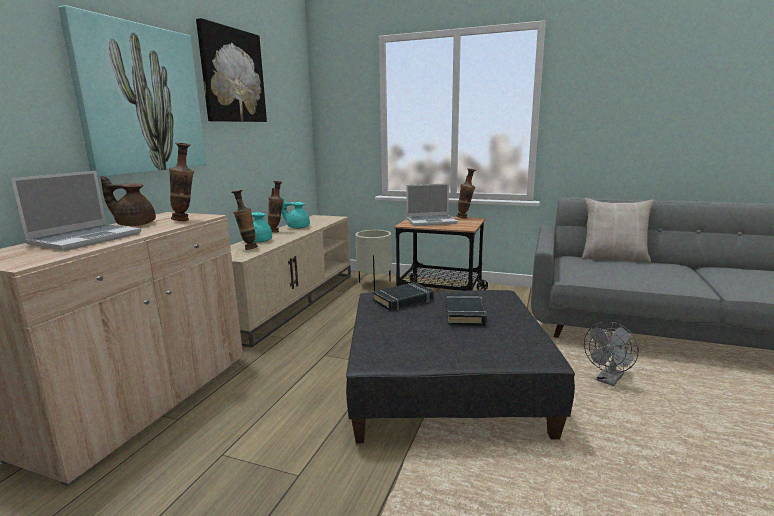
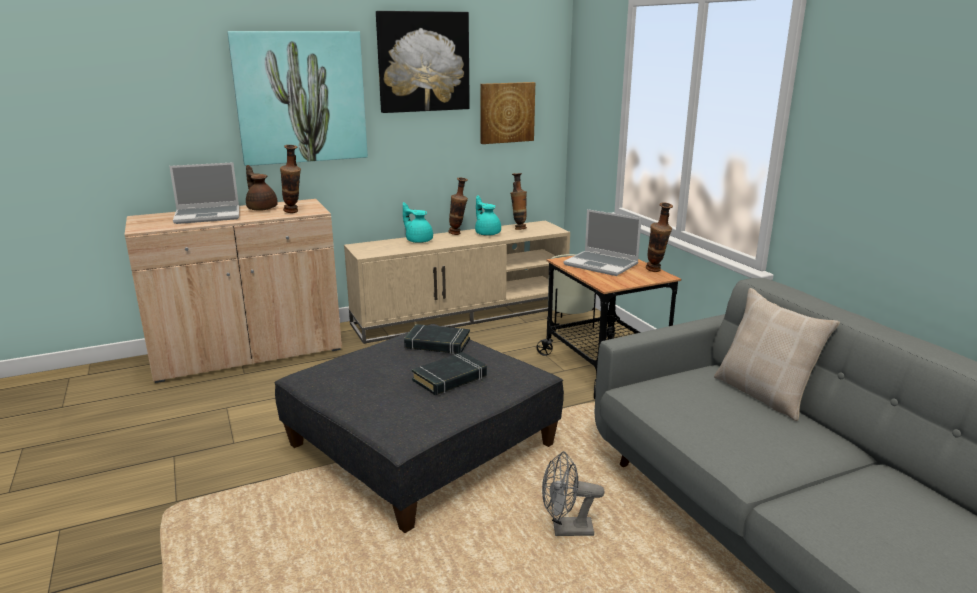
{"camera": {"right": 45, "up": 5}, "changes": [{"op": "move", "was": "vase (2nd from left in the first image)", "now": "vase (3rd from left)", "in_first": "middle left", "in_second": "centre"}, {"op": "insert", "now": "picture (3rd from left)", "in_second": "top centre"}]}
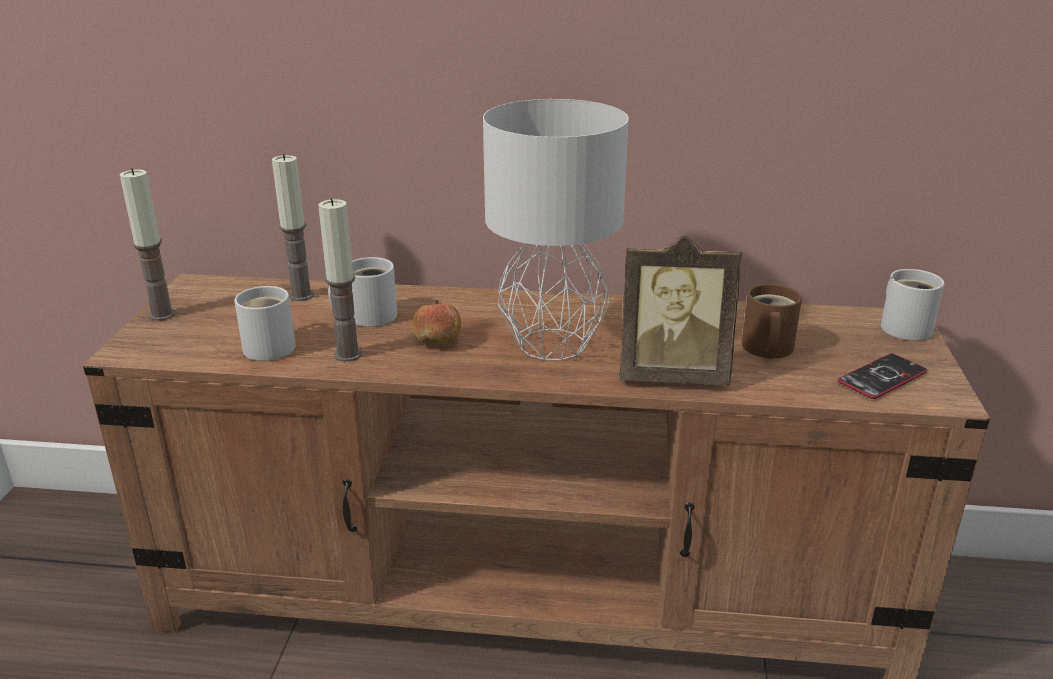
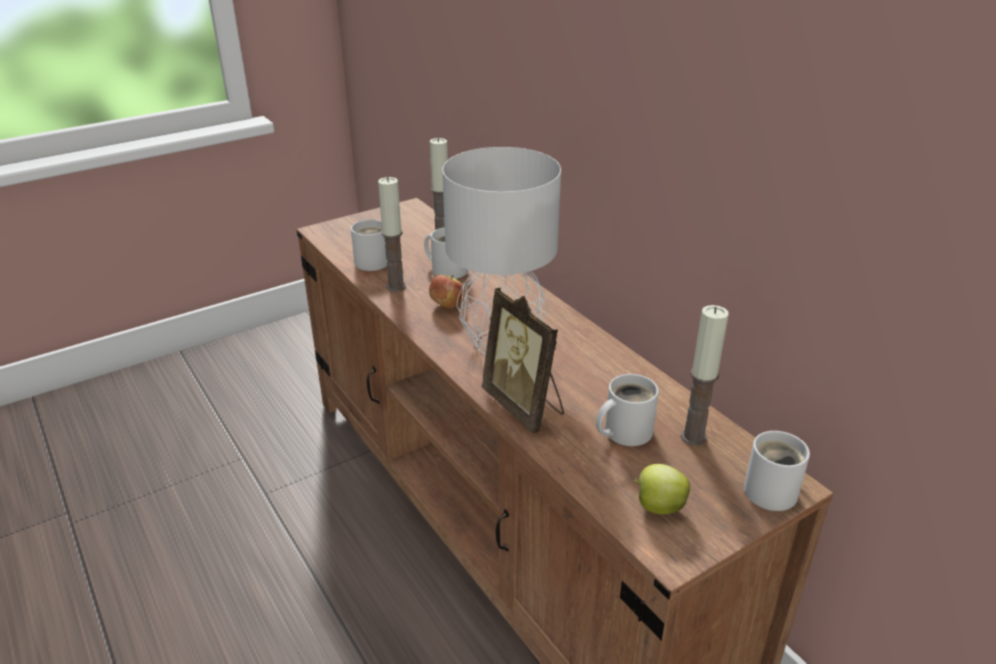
{"camera": {"right": 50, "up": 5}, "changes": [{"op": "move", "was": "candle (1st from left in the first image)", "now": "candle (3rd from left)", "in_first": "middle left", "in_second": "middle right"}, {"op": "recolor", "was": "mug (brown)", "now": "mug (white) (3rd from left)", "in_first": "middle right", "in_second": "centre"}, {"op": "replace", "was": "phone", "now": "apple (2nd from left)", "in_first": "middle right", "in_second": "bottom centre"}]}
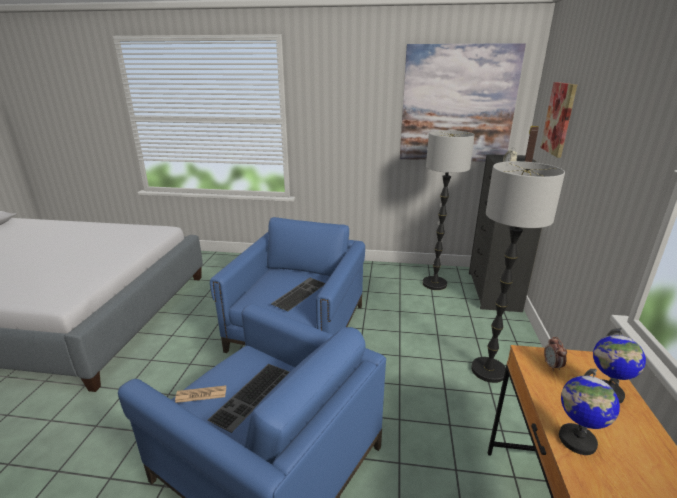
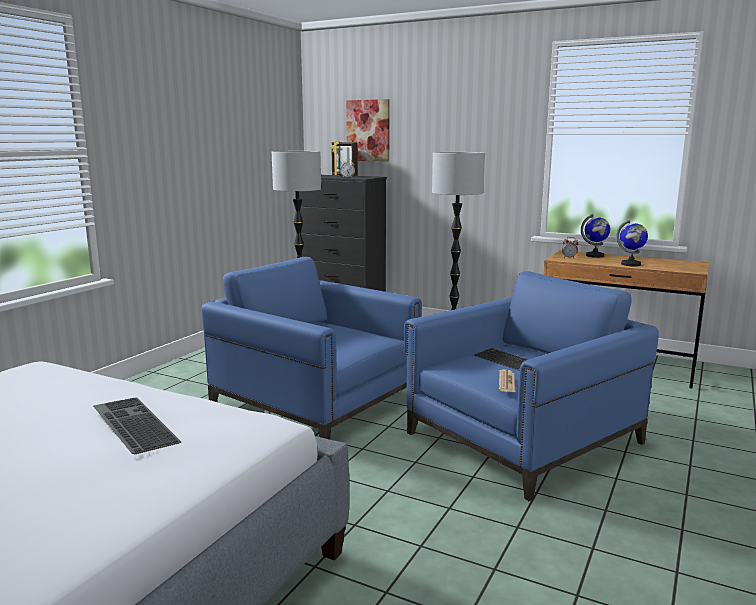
{"camera": {"right": -70, "up": -10}, "changes": [{"op": "move", "was": "keyboard (2nd from left in the first image)", "now": "keyboard (1st from left)", "in_first": "centre", "in_second": "bottom left"}, {"op": "delete", "was": "picture (1st from left)", "in_first": "top right"}]}
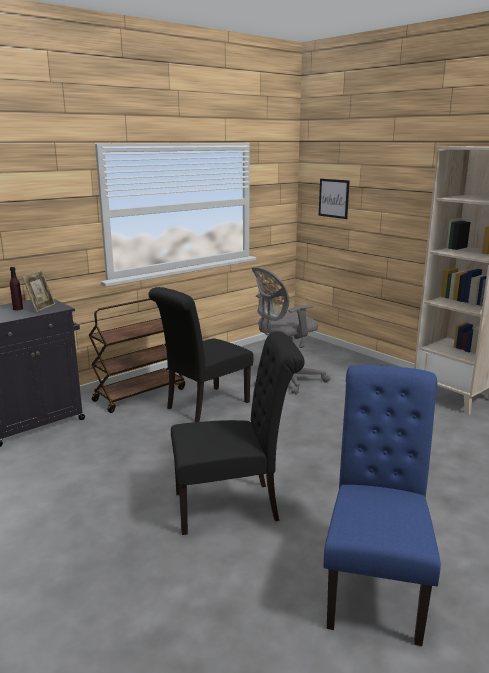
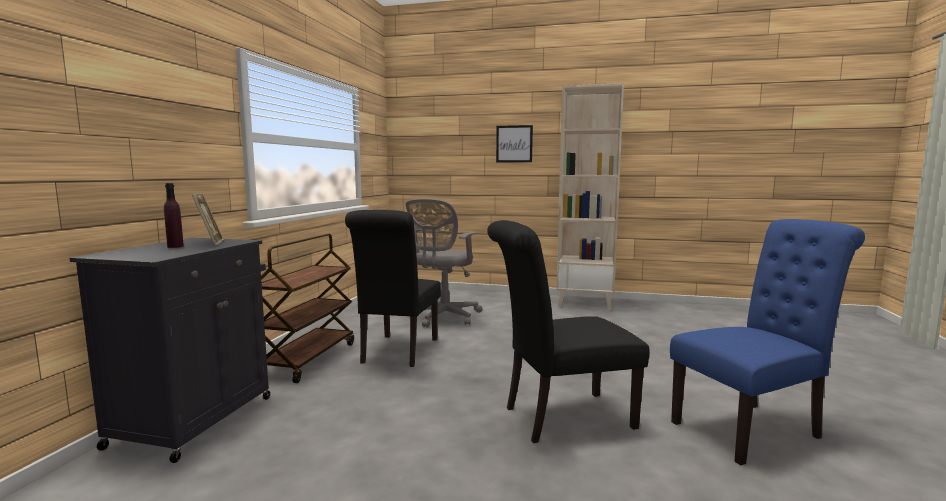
{"camera": {"right": -35, "up": -10}, "changes": [{"op": "rotate", "was": "chair (black) (2nd from left)", "in_first": "centre", "in_second": "centre", "clockwise": -150}, {"op": "move", "was": "picture", "in_first": "top right", "in_second": "top centre"}, {"op": "rotate", "was": "chair (blue)", "in_first": "bottom right", "in_second": "bottom right", "clockwise": 90}]}
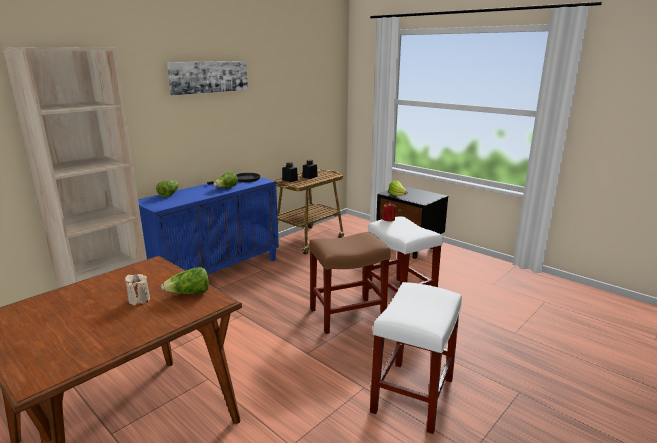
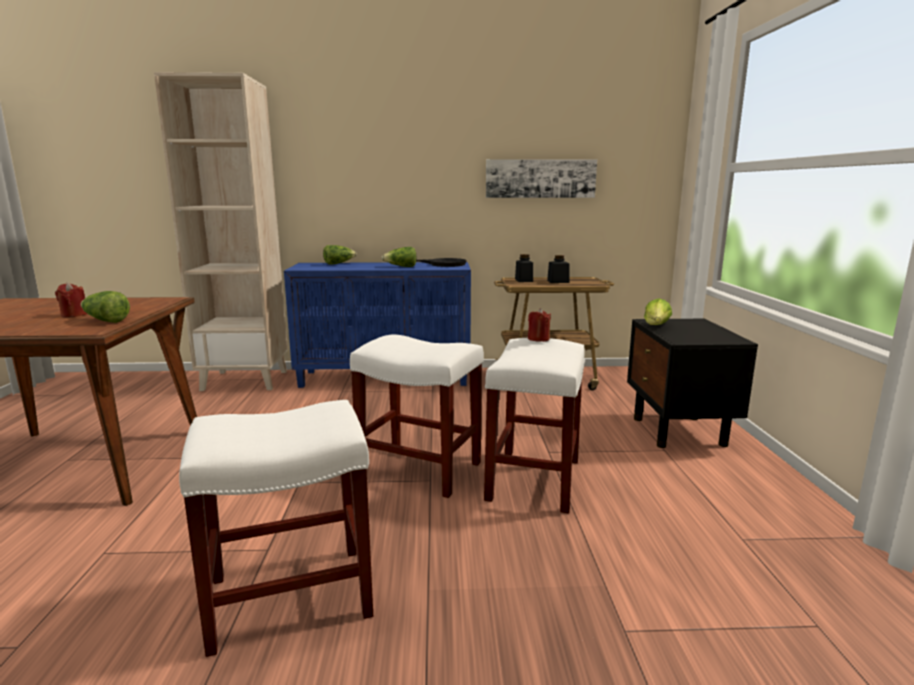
{"camera": {"right": 45, "up": -5}, "changes": [{"op": "recolor", "was": "candle (beige)", "now": "candle (red) (1st from left)", "in_first": "middle left", "in_second": "middle left"}, {"op": "move", "was": "picture", "in_first": "top left", "in_second": "top centre"}, {"op": "recolor", "was": "stool (brown)", "now": "stool (white) (2nd from left)", "in_first": "centre", "in_second": "centre"}]}
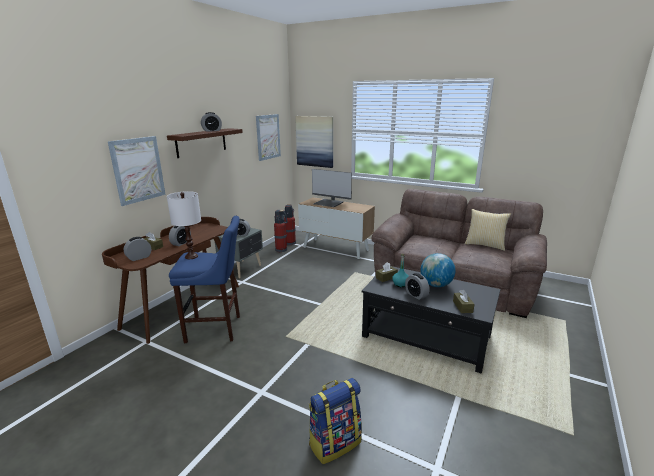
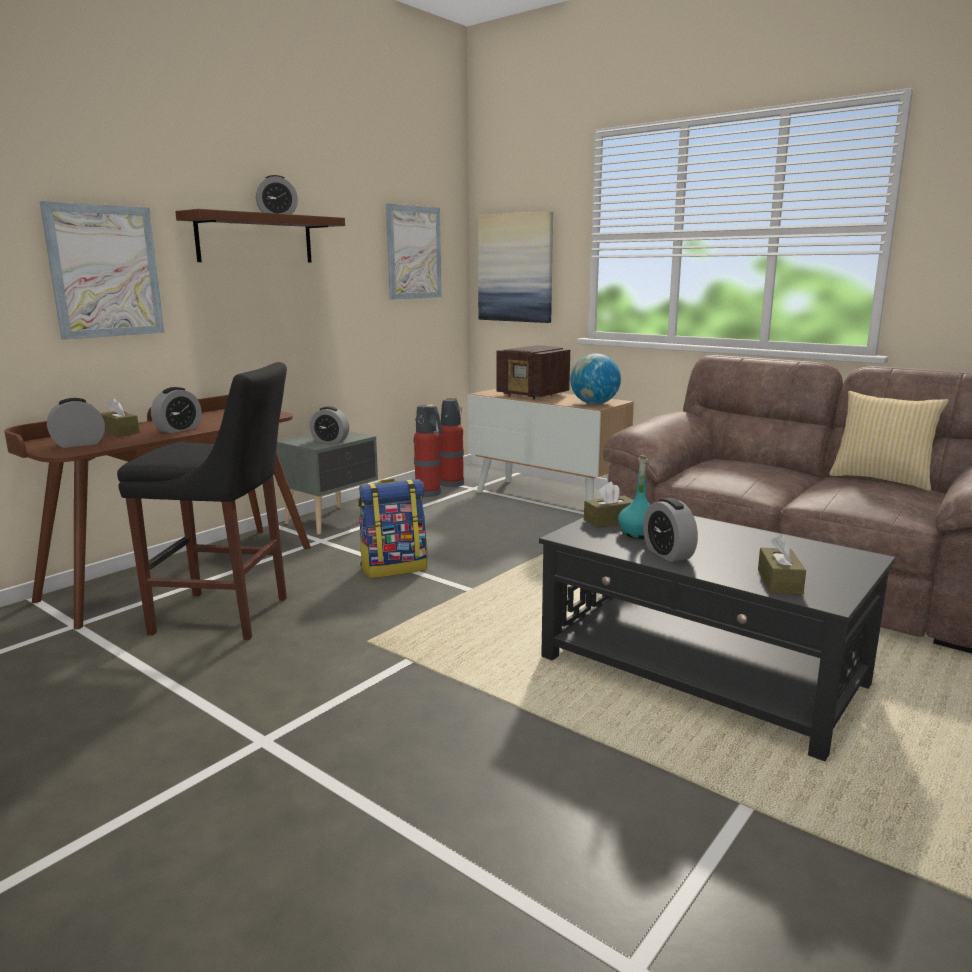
{"camera": {"right": 10, "up": -5}, "changes": [{"op": "delete", "was": "table lamp (white)", "in_first": "middle left"}, {"op": "recolor", "was": "stool (blue)", "now": "stool (black)", "in_first": "middle left", "in_second": "middle left"}, {"op": "move", "was": "backpack", "in_first": "bottom centre", "in_second": "centre"}, {"op": "replace", "was": "monitor", "now": "radio", "in_first": "centre", "in_second": "centre"}, {"op": "move", "was": "globe", "in_first": "middle right", "in_second": "centre"}]}
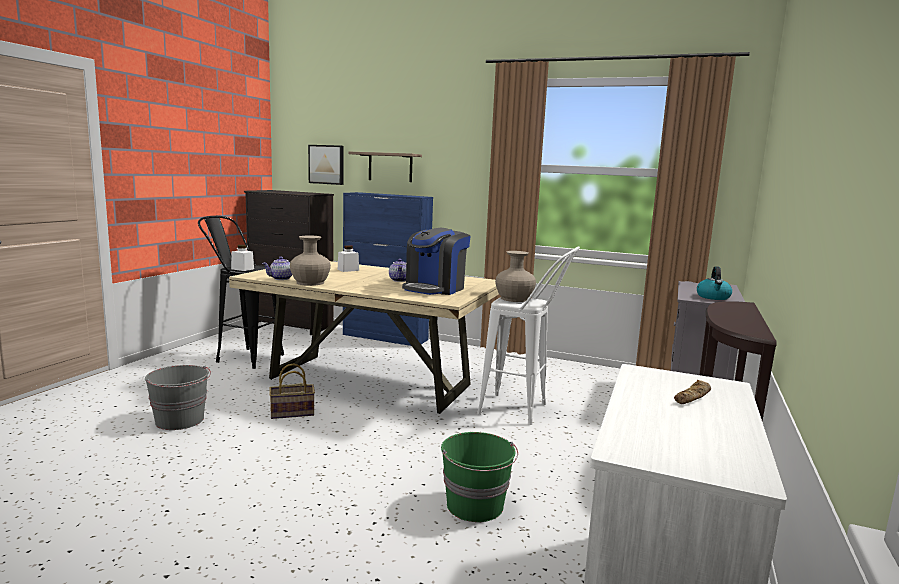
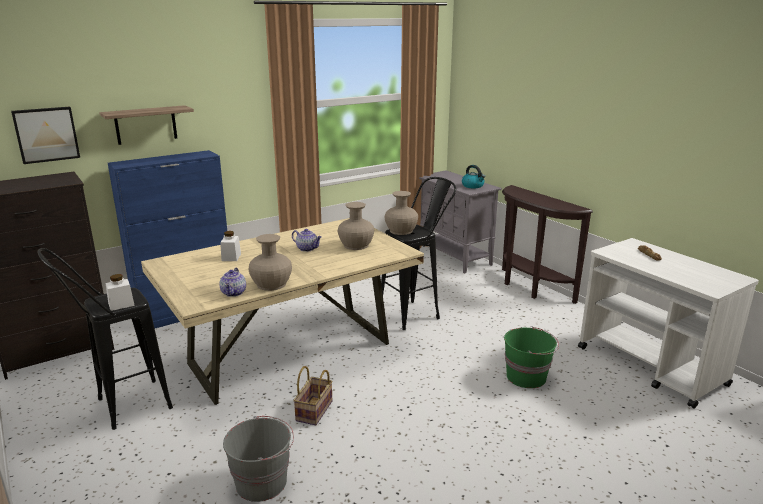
{"camera": {"right": -55, "up": 10}, "changes": [{"op": "replace", "was": "coffee machine", "now": "vase (beige) (2nd from left)", "in_first": "centre", "in_second": "centre"}, {"op": "recolor", "was": "stool (white)", "now": "stool (black) (2nd from left)", "in_first": "centre", "in_second": "centre"}]}
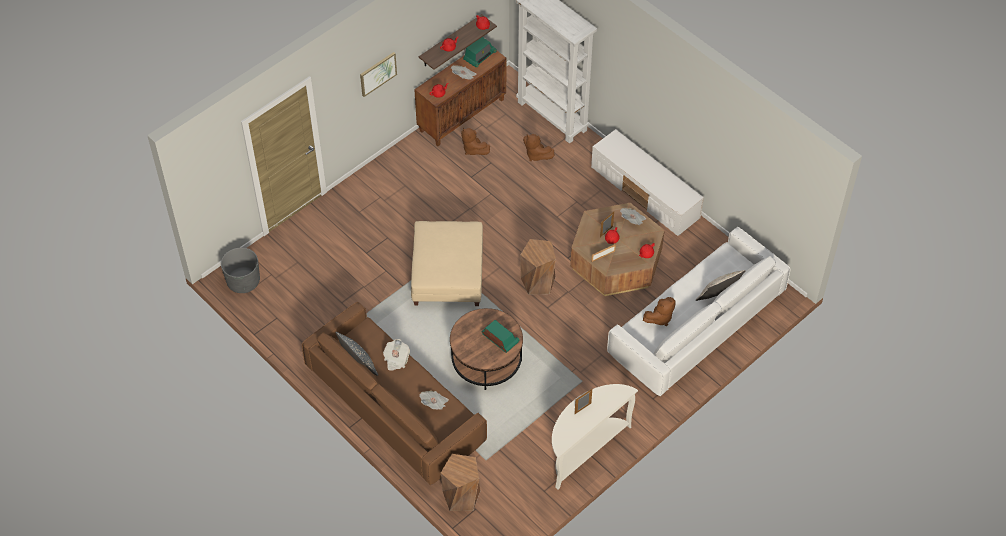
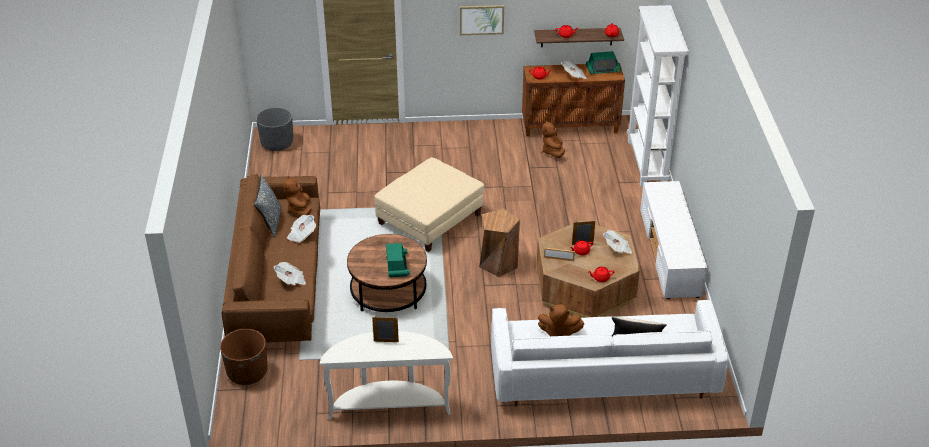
{"camera": {"right": 40, "up": -15}, "changes": [{"op": "replace", "was": "stool (brown) (1st from left)", "now": "planter (brown)", "in_first": "bottom centre", "in_second": "bottom left"}, {"op": "move", "was": "plush toy (brown) (2nd from left in the first image)", "now": "plush toy (brown) (1st from left)", "in_first": "top centre", "in_second": "middle left"}]}
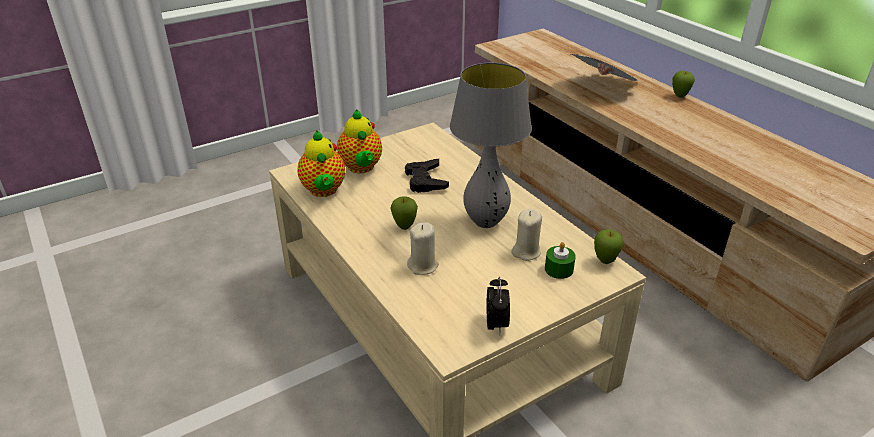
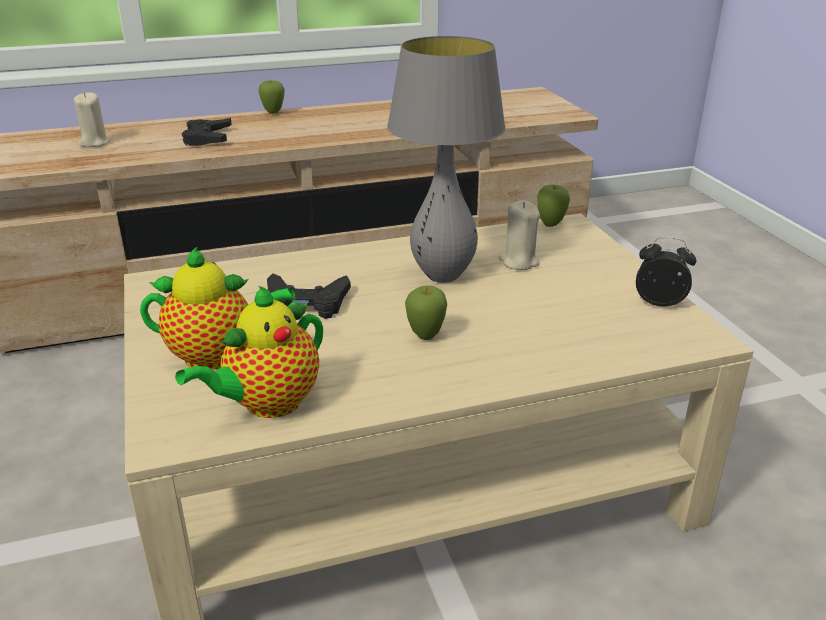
{"camera": {"right": -75, "up": -5}, "changes": [{"op": "rotate", "was": "teapot (1st from left in the first image)", "in_first": "centre", "in_second": "middle left", "clockwise": 135}, {"op": "move", "was": "candle (beige) (1st from left)", "in_first": "centre", "in_second": "top left"}, {"op": "delete", "was": "candle (green)", "in_first": "centre"}, {"op": "replace", "was": "newspaper", "now": "game controller (black) (1st from left)", "in_first": "top right", "in_second": "top left"}]}
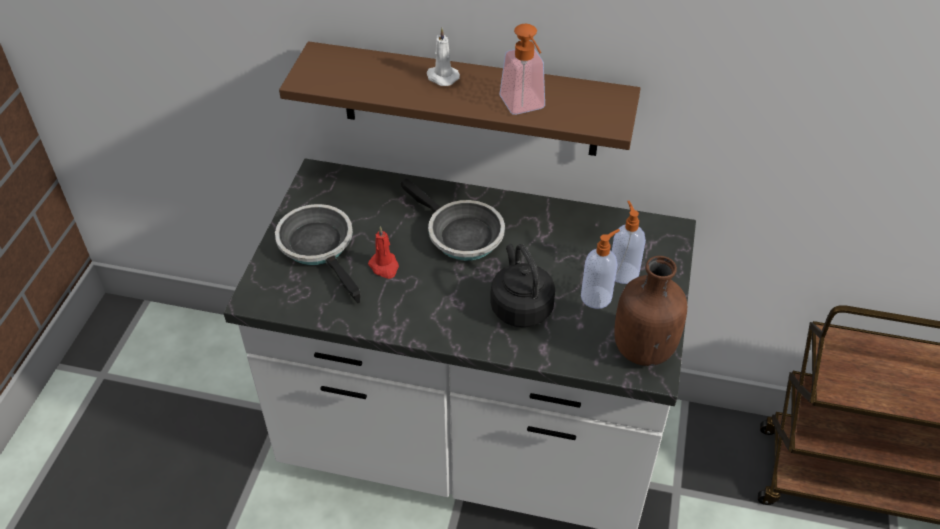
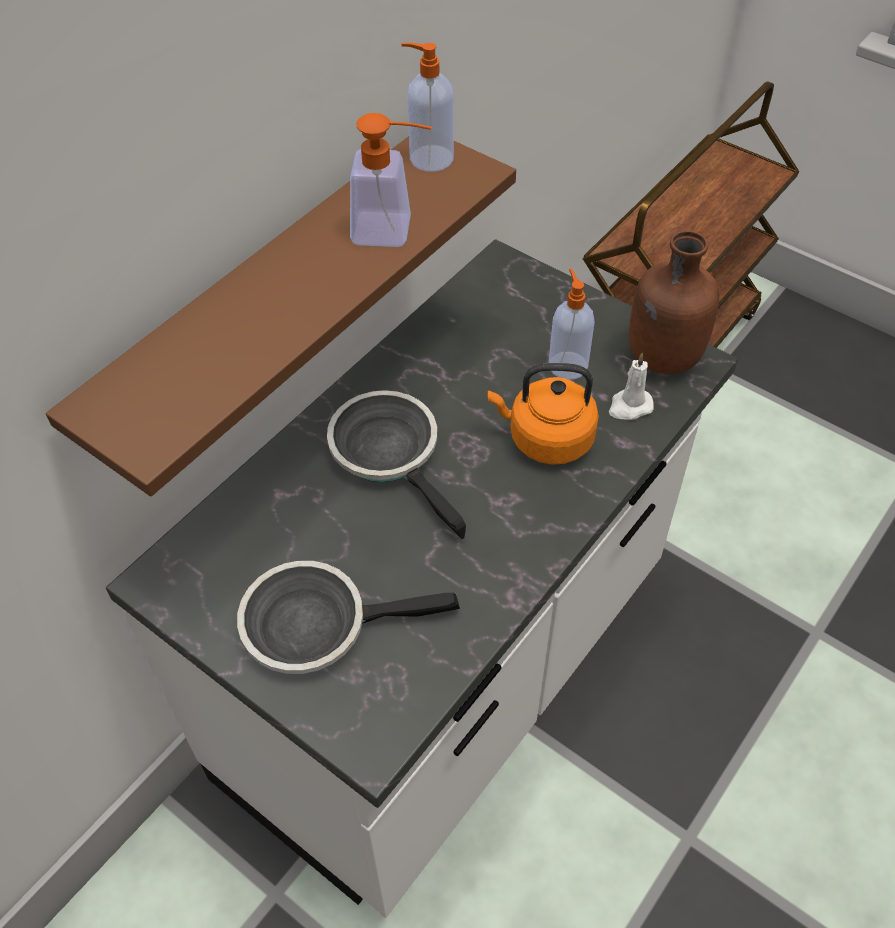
{"camera": {"right": -65, "up": 5}, "changes": [{"op": "delete", "was": "candle (red)", "in_first": "centre"}, {"op": "rotate", "was": "frying pan (2nd from left)", "in_first": "centre", "in_second": "centre", "clockwise": -105}, {"op": "move", "was": "candle (white)", "in_first": "top centre", "in_second": "middle right"}, {"op": "recolor", "was": "kettle (black)", "now": "kettle (orange)", "in_first": "centre", "in_second": "centre"}, {"op": "move", "was": "soap dispenser (3rd from left in the first image)", "now": "soap dispenser (2nd from left)", "in_first": "middle right", "in_second": "top centre"}]}
